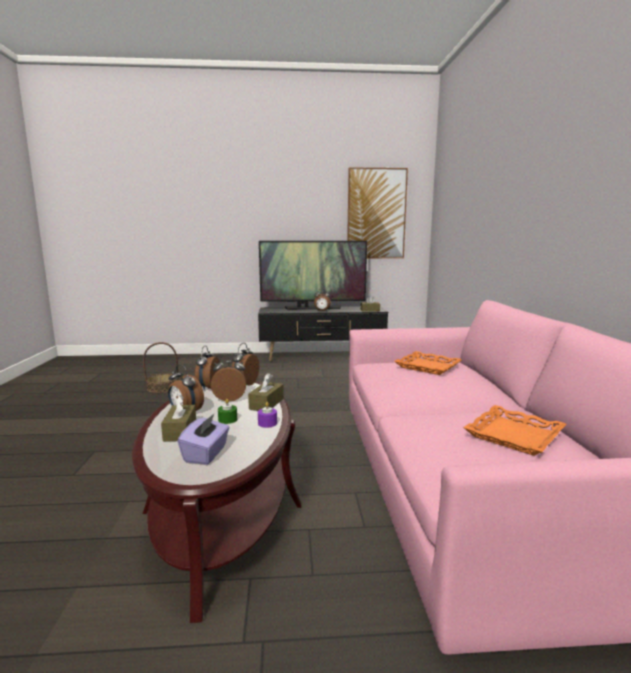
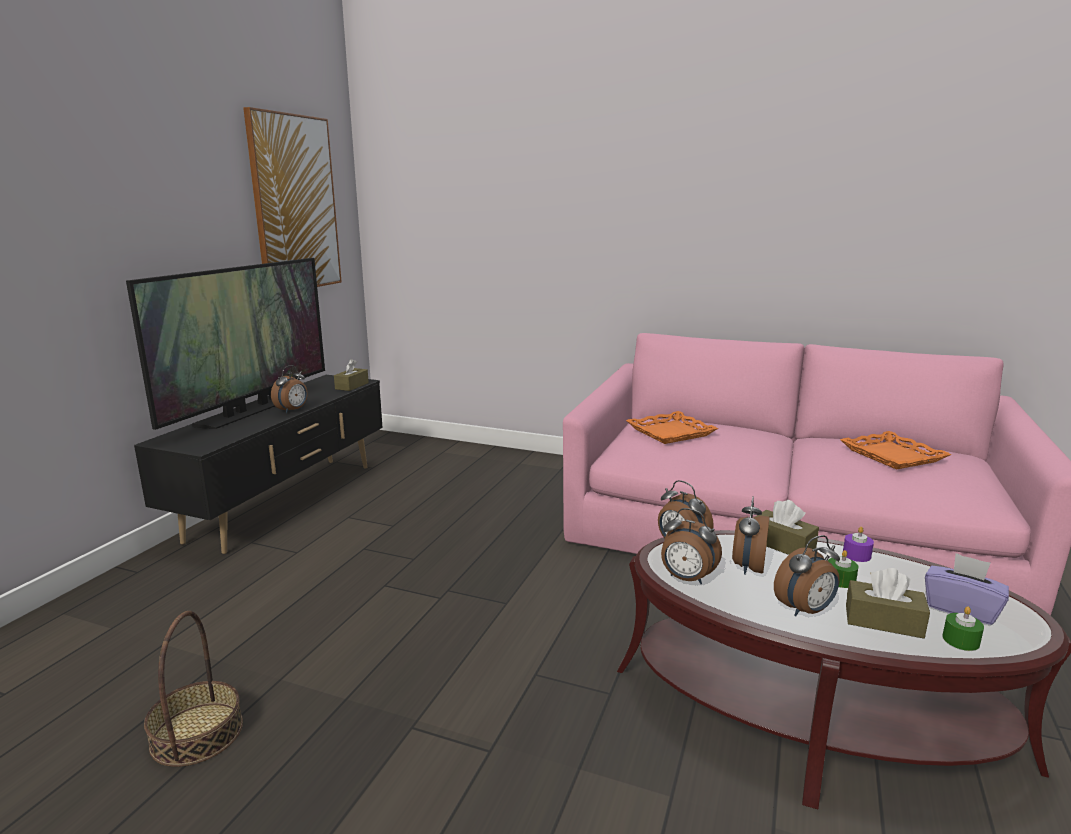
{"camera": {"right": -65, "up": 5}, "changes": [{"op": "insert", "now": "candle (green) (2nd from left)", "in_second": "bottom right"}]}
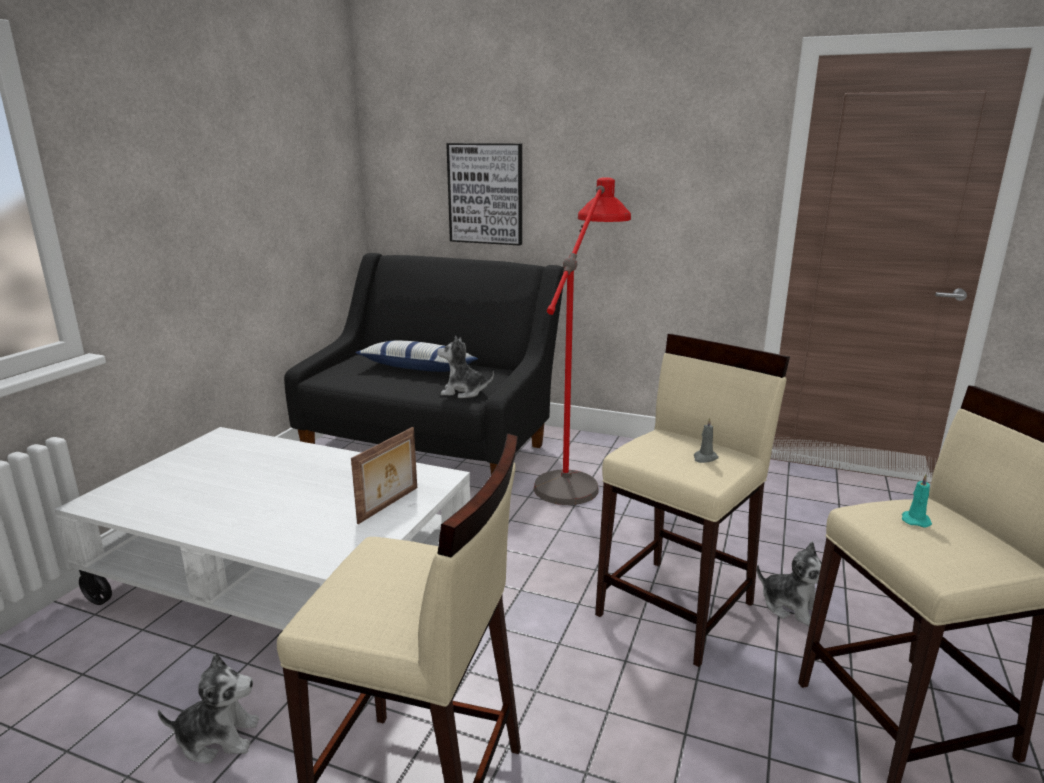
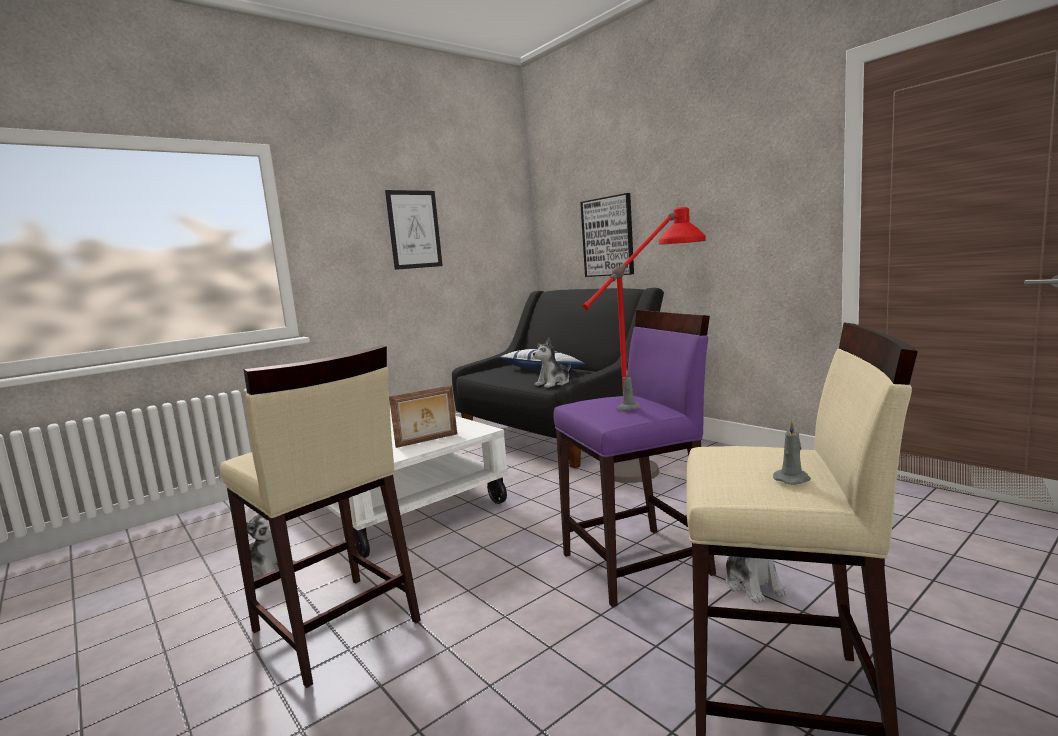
{"camera": {"right": 30, "up": -10}, "changes": [{"op": "rotate", "was": "plush toy (2nd from left)", "in_first": "centre", "in_second": "centre", "clockwise": -75}, {"op": "recolor", "was": "stool (beige) (2nd from left)", "now": "stool (purple)", "in_first": "centre", "in_second": "centre"}, {"op": "delete", "was": "candle (turquoise)", "in_first": "middle right"}, {"op": "insert", "now": "picture (1st from left)", "in_second": "top centre"}, {"op": "insert", "now": "candle (grey) (2nd from left)", "in_second": "middle right"}]}
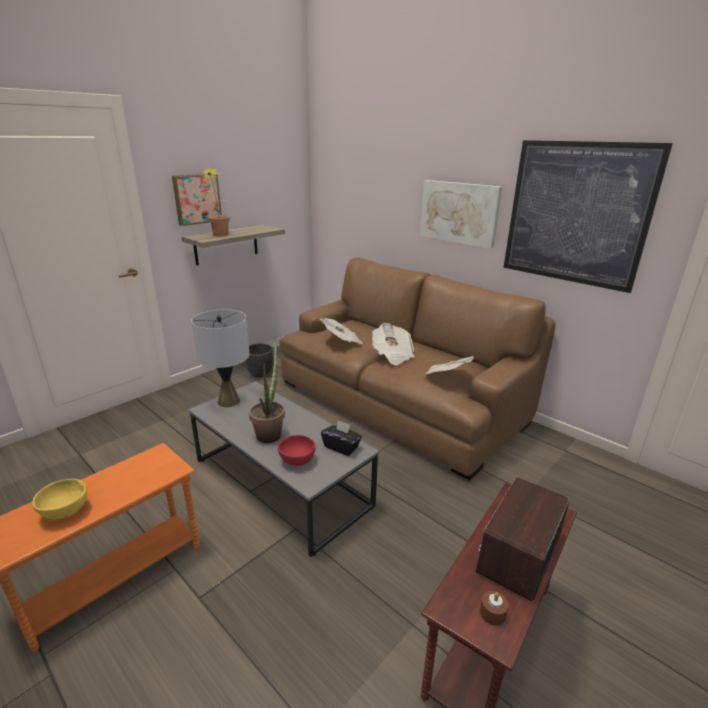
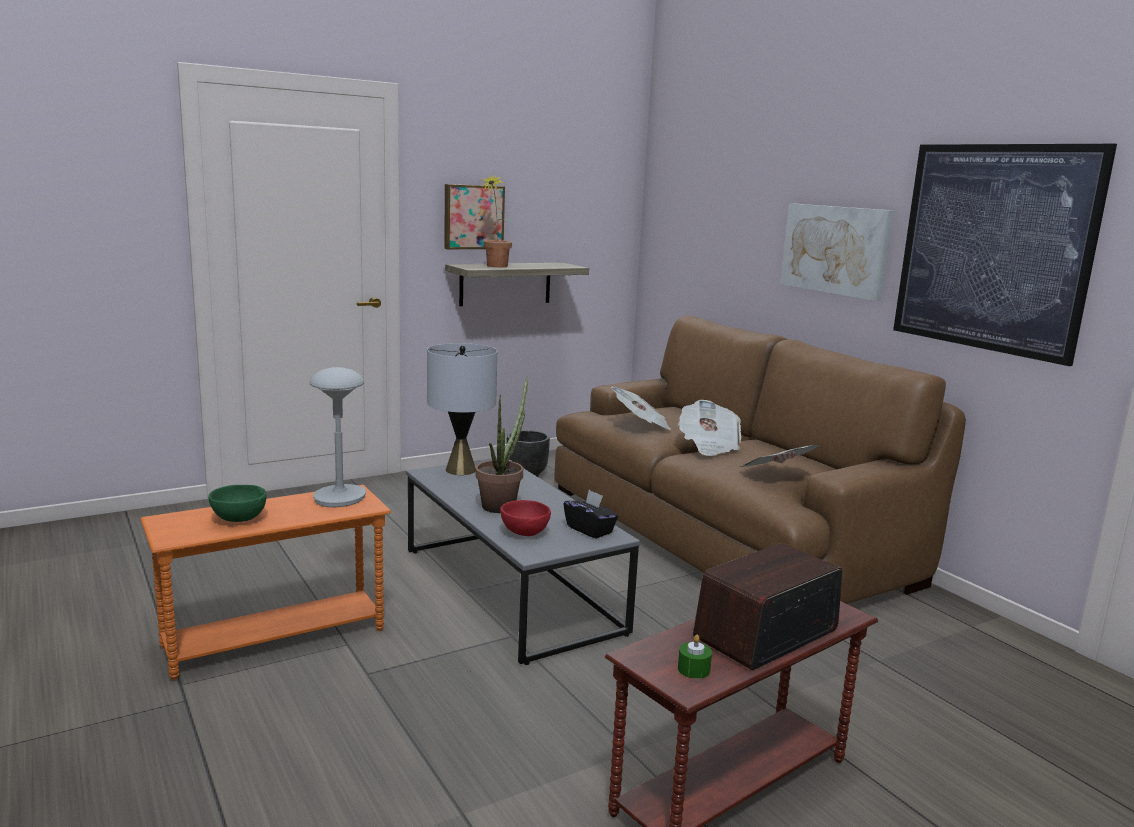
{"camera": {"right": 15, "up": -10}, "changes": [{"op": "recolor", "was": "bowl (yellow)", "now": "bowl (green)", "in_first": "bottom left", "in_second": "middle left"}, {"op": "recolor", "was": "candle (brown)", "now": "candle (green)", "in_first": "bottom right", "in_second": "bottom centre"}, {"op": "insert", "now": "table lamp (grey) (1st from left)", "in_second": "middle left"}]}
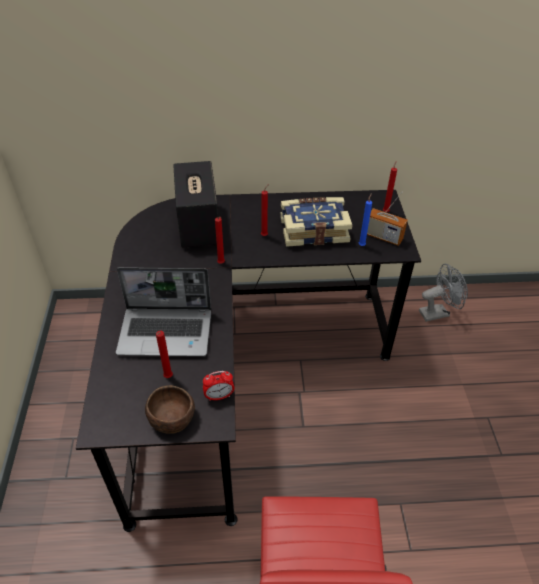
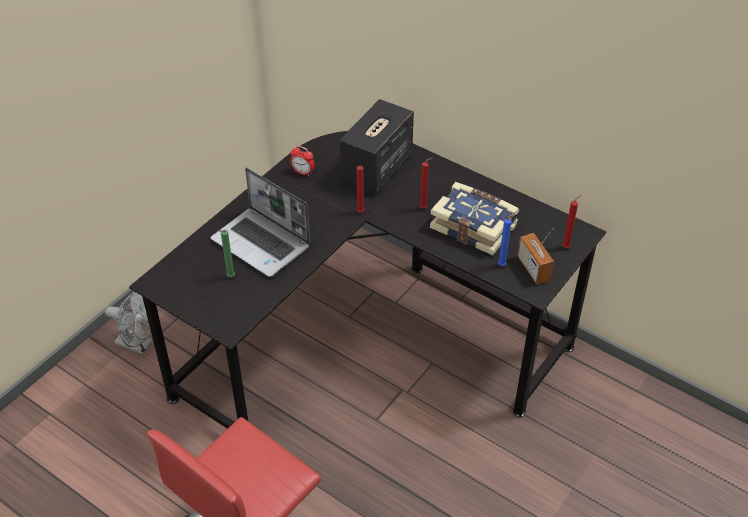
{"camera": {"right": 40, "up": 0}, "changes": [{"op": "delete", "was": "bowl (brown)", "in_first": "bottom left"}, {"op": "recolor", "was": "candle (red) (1st from left)", "now": "candle (green)", "in_first": "middle left", "in_second": "middle left"}, {"op": "move", "was": "alarm clock", "in_first": "centre", "in_second": "top centre"}, {"op": "move", "was": "fan (grey)", "in_first": "middle right", "in_second": "middle left"}]}
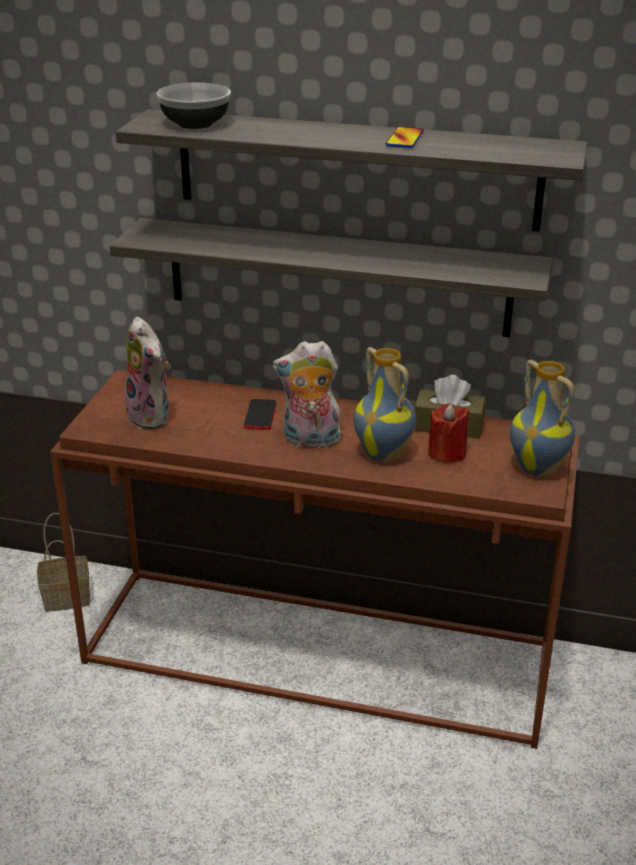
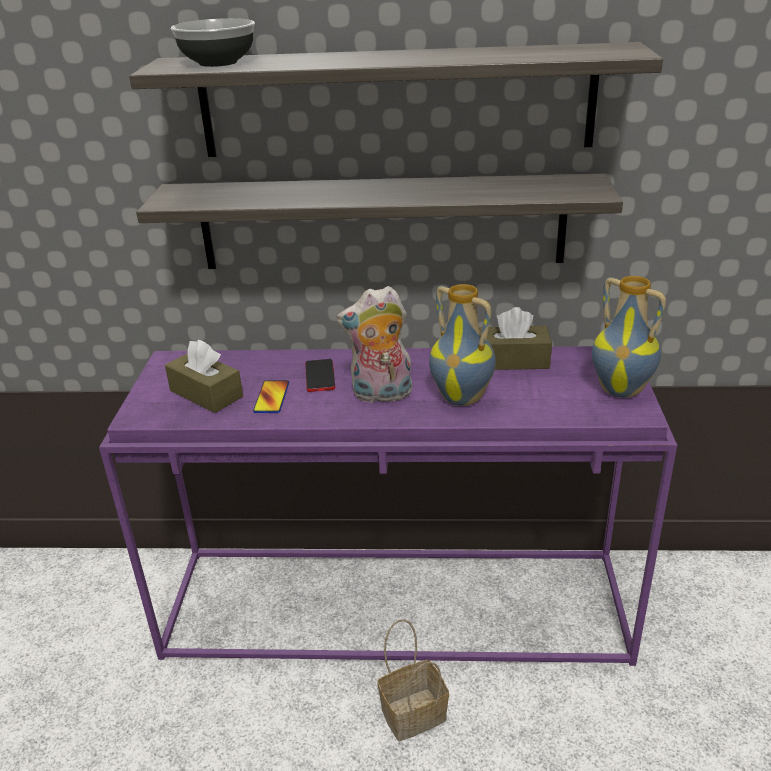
{"camera": {"right": -10, "up": 0}, "changes": [{"op": "move", "was": "basket", "in_first": "middle left", "in_second": "bottom centre"}, {"op": "recolor", "was": "console table (brown)", "now": "console table (purple)", "in_first": "centre", "in_second": "centre"}, {"op": "replace", "was": "plush toy (1st from left)", "now": "tissue box (brown) (1st from left)", "in_first": "middle left", "in_second": "middle left"}, {"op": "move", "was": "phone (2nd from left in the first image)", "now": "phone (1st from left)", "in_first": "top centre", "in_second": "centre"}, {"op": "delete", "was": "candle (red)", "in_first": "middle right"}]}
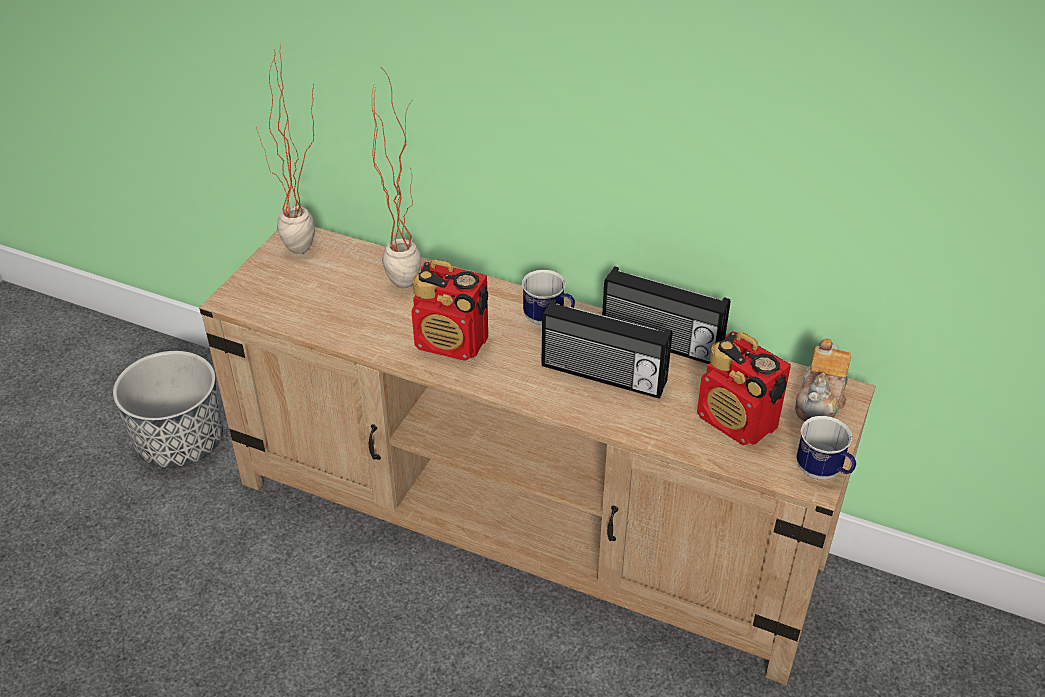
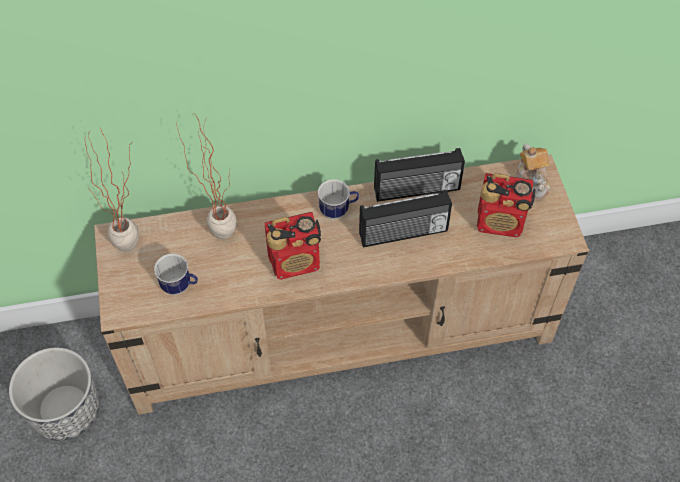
{"camera": {"right": -35, "up": 15}, "changes": [{"op": "move", "was": "mug (2nd from left in the first image)", "now": "mug (1st from left)", "in_first": "middle right", "in_second": "middle left"}]}
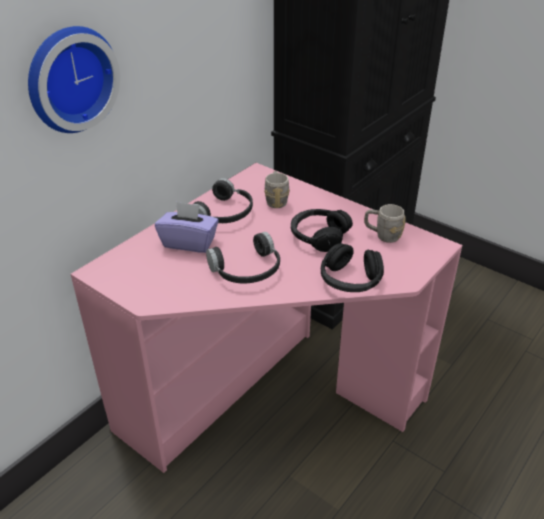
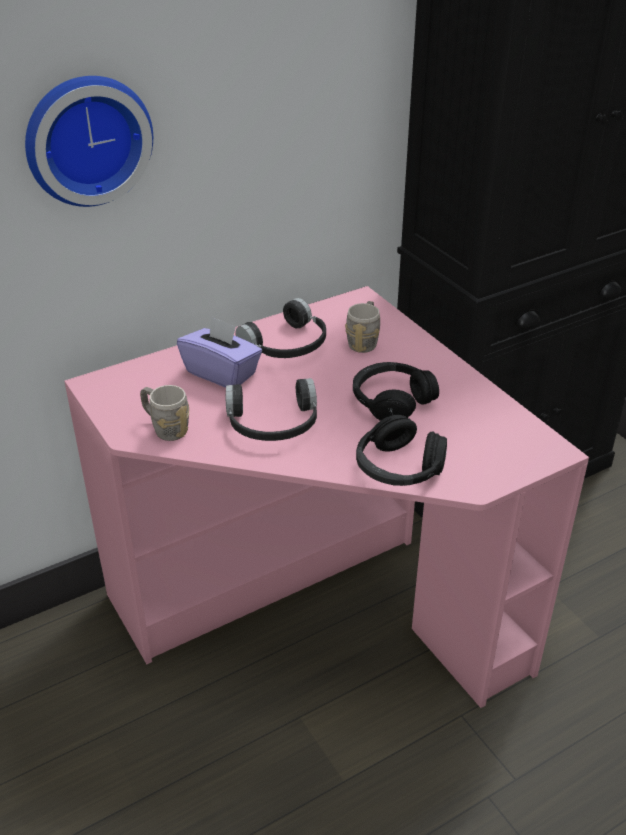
{"camera": {"right": 20, "up": 0}, "changes": [{"op": "move", "was": "mug (grey) (2nd from left in the first image)", "now": "mug (grey) (1st from left)", "in_first": "middle right", "in_second": "middle left"}]}
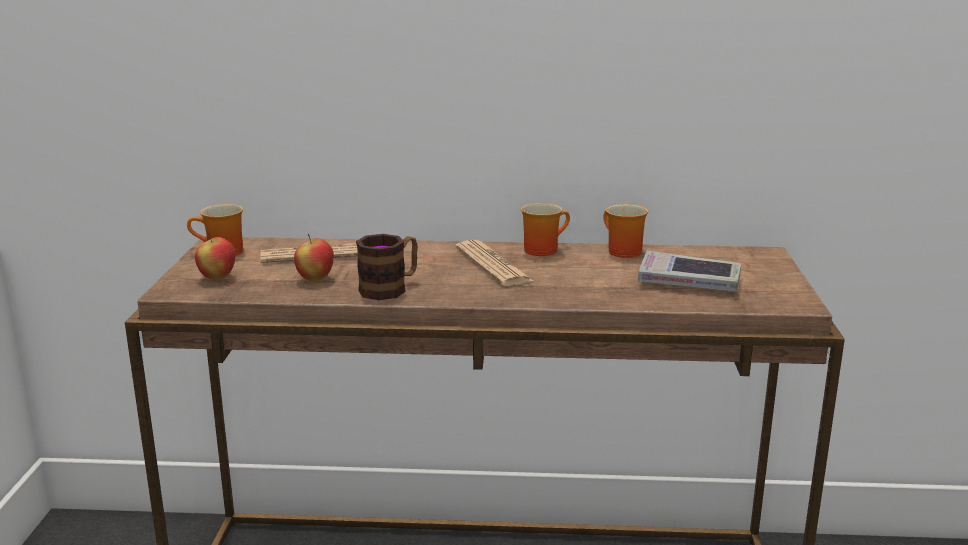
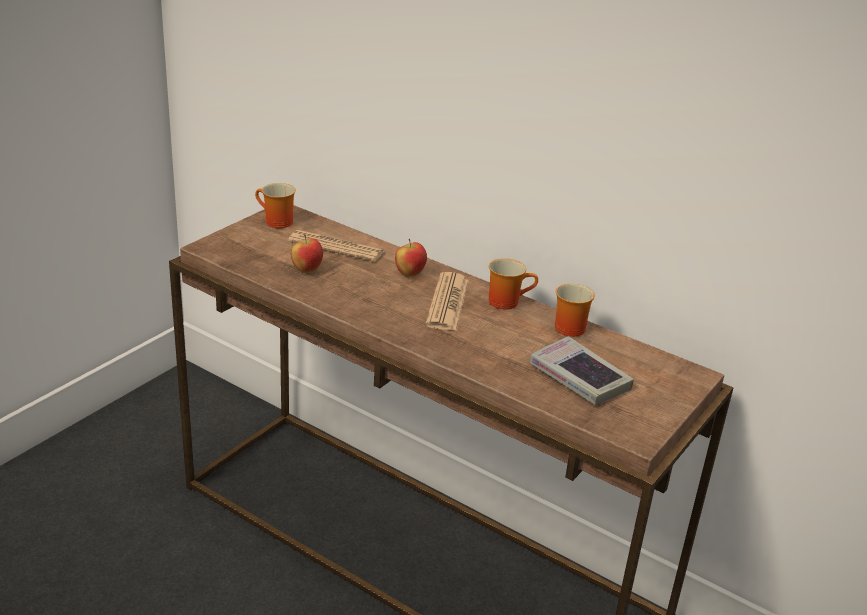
{"camera": {"right": 30, "up": 10}, "changes": [{"op": "move", "was": "apple (1st from left in the first image)", "now": "apple (2nd from left)", "in_first": "middle left", "in_second": "centre"}, {"op": "delete", "was": "mug (2nd from left)", "in_first": "centre"}]}
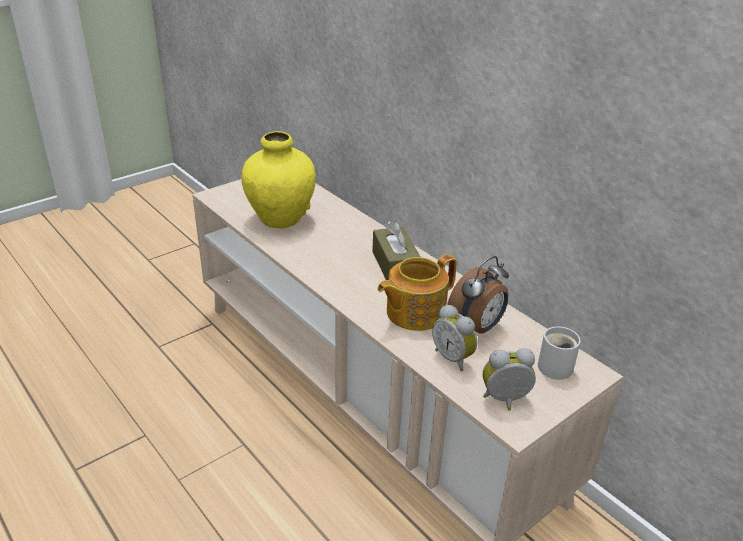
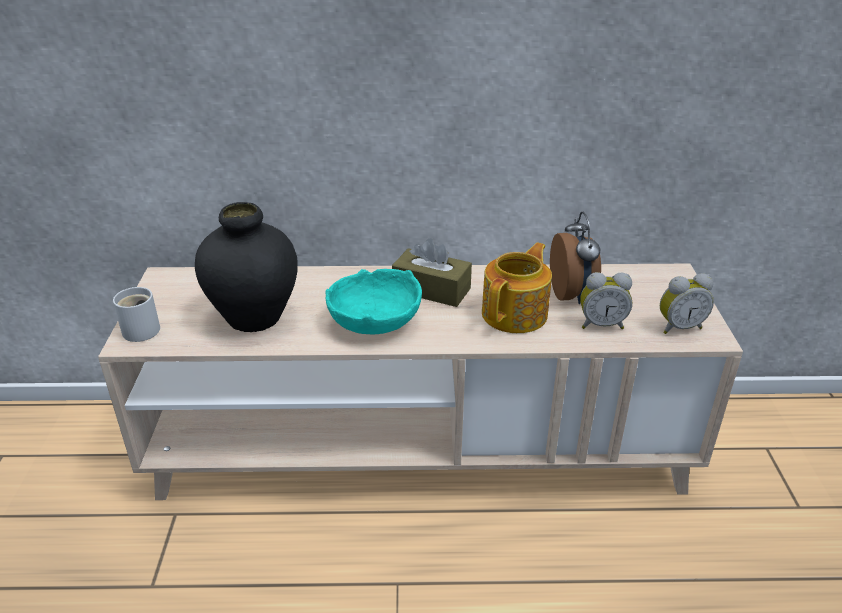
{"camera": {"right": -50, "up": 0}, "changes": [{"op": "recolor", "was": "vase (yellow)", "now": "vase (black)", "in_first": "top centre", "in_second": "middle left"}, {"op": "rotate", "was": "teapot", "in_first": "centre", "in_second": "centre", "clockwise": -150}, {"op": "rotate", "was": "alarm clock (3rd from left)", "in_first": "bottom right", "in_second": "middle right", "clockwise": -135}, {"op": "move", "was": "mug (white)", "in_first": "middle right", "in_second": "middle left"}, {"op": "insert", "now": "bowl (turquoise)", "in_second": "centre"}]}
